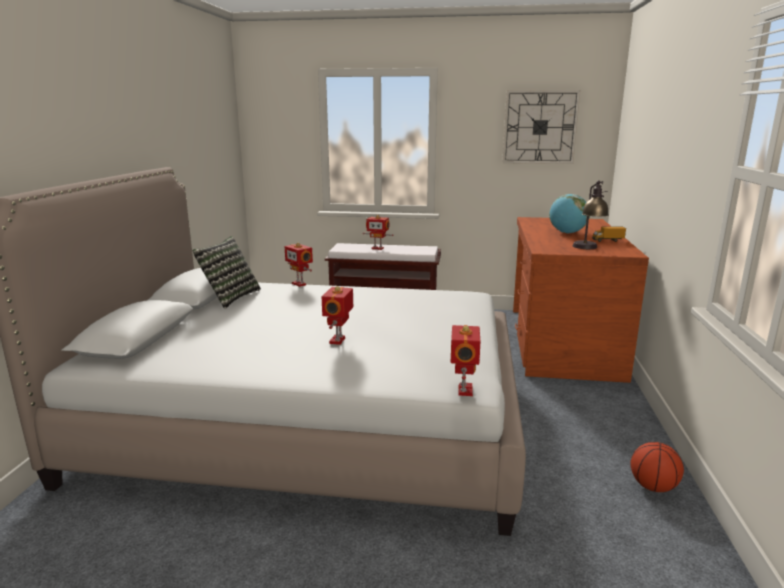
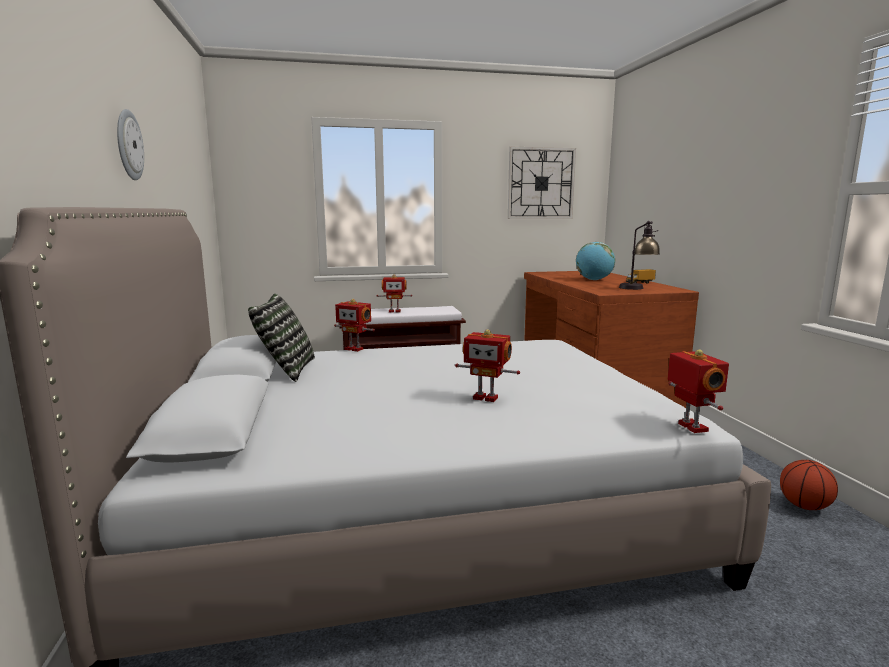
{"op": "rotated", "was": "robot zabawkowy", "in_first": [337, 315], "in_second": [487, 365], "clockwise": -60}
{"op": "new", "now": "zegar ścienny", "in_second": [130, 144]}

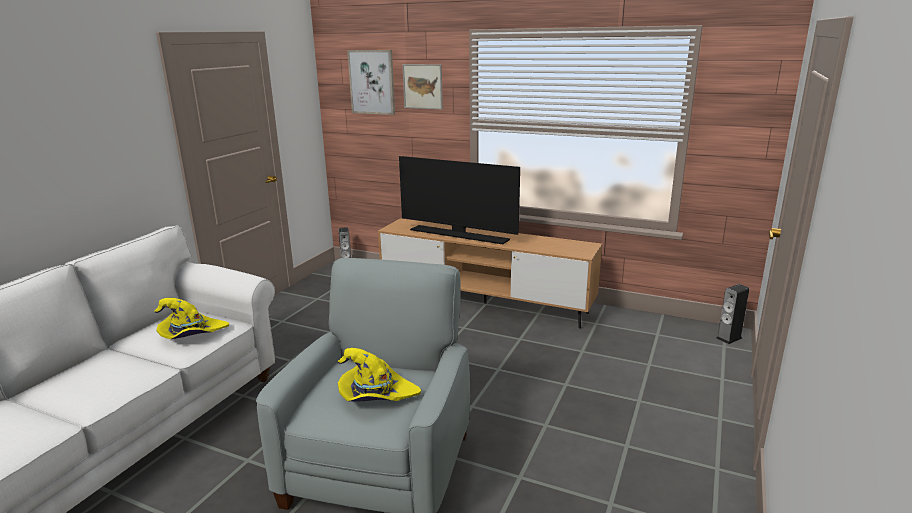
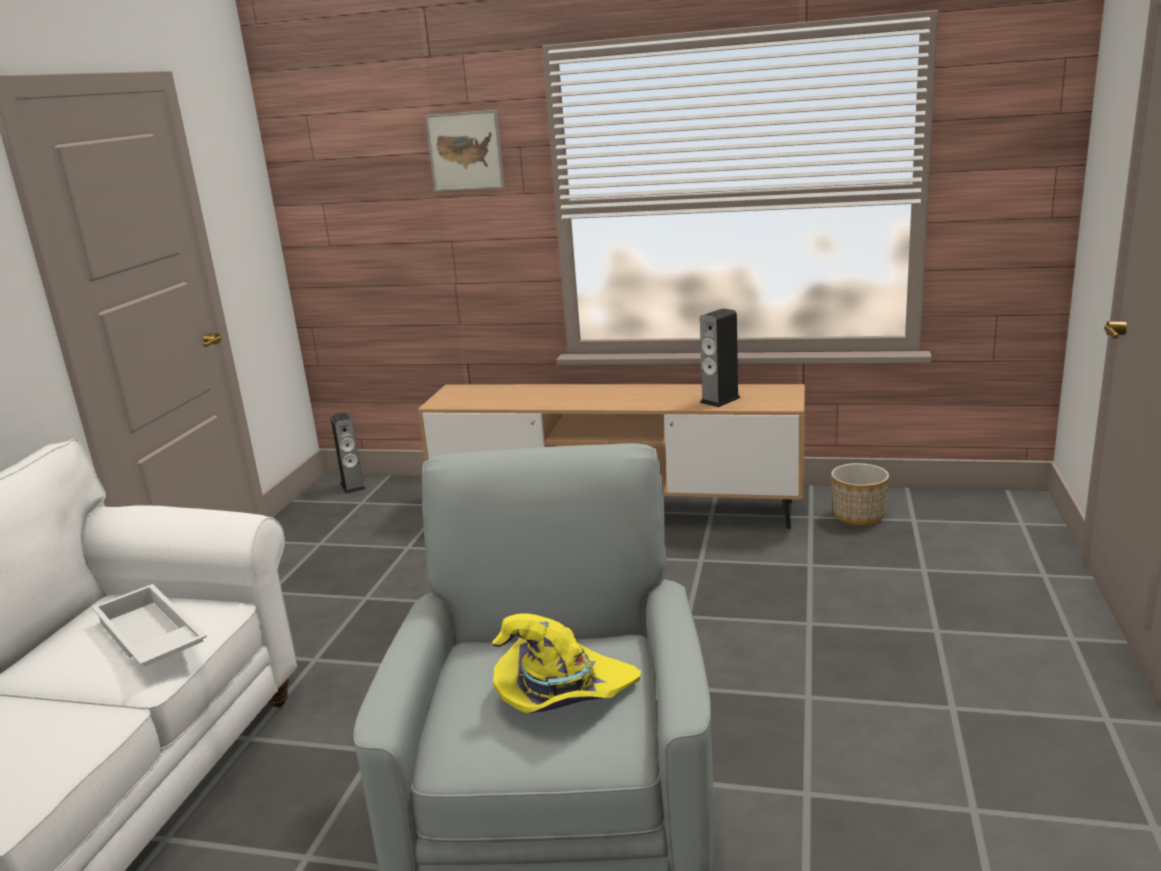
{"op": "gone", "was": "obraz", "in_first": [371, 82]}
{"op": "gone", "was": "telewizor", "in_first": [459, 200]}
{"op": "shifted", "was": "głośnik", "in_first": [732, 314], "in_second": [720, 357]}
{"op": "swapped", "was": "kapelusz/żółty", "now": "taca/biały", "in_first": [191, 318], "in_second": [149, 625]}
{"op": "new", "now": "donica", "in_second": [860, 494]}

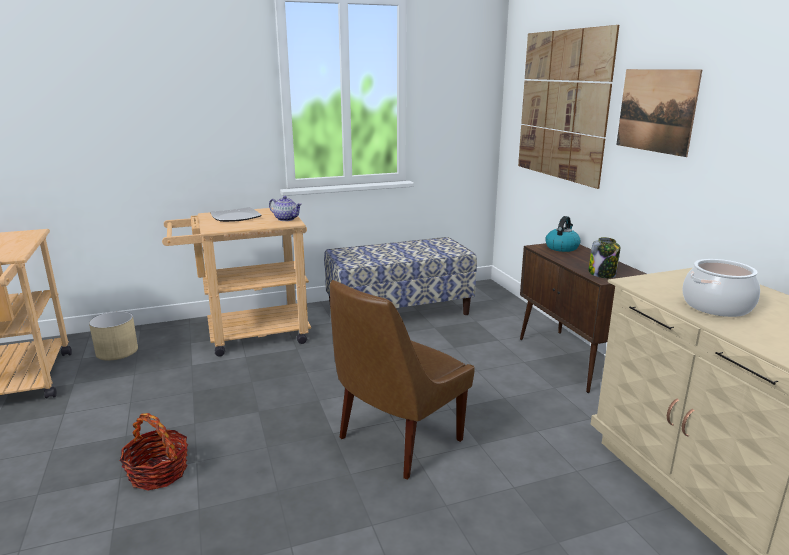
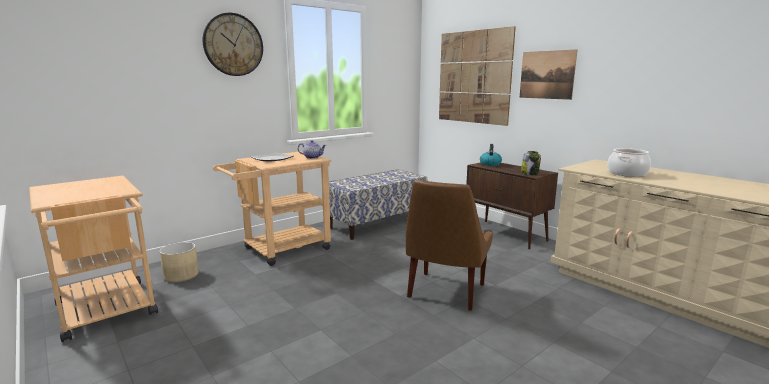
{"op": "gone", "was": "koszyk", "in_first": [154, 452]}
{"op": "new", "now": "zegar ścienny", "in_second": [233, 44]}

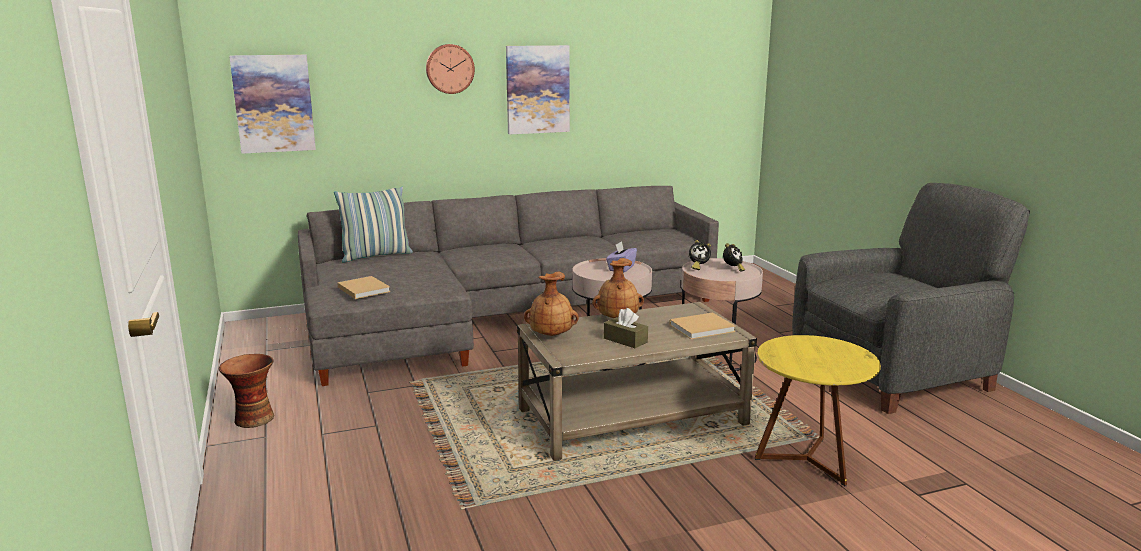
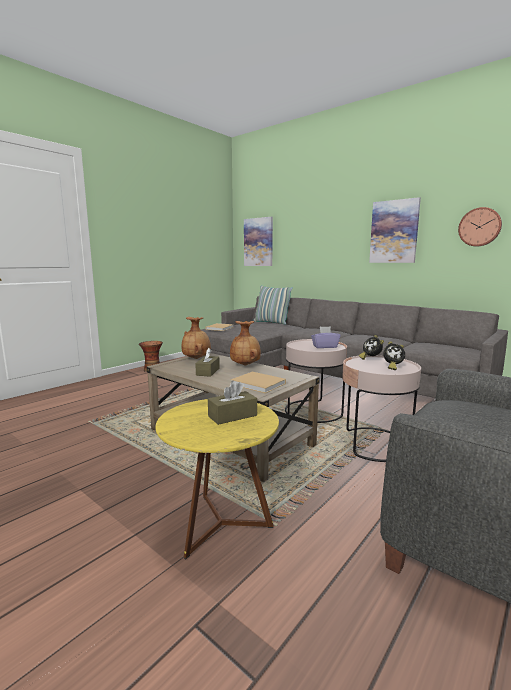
{"op": "shifted", "was": "zegar ścienny", "in_first": [450, 69], "in_second": [480, 226]}
{"op": "new", "now": "pudełko chusteczek/brązowy", "in_second": [232, 403]}

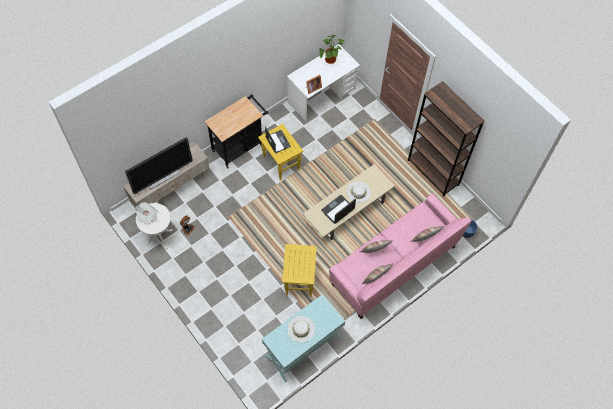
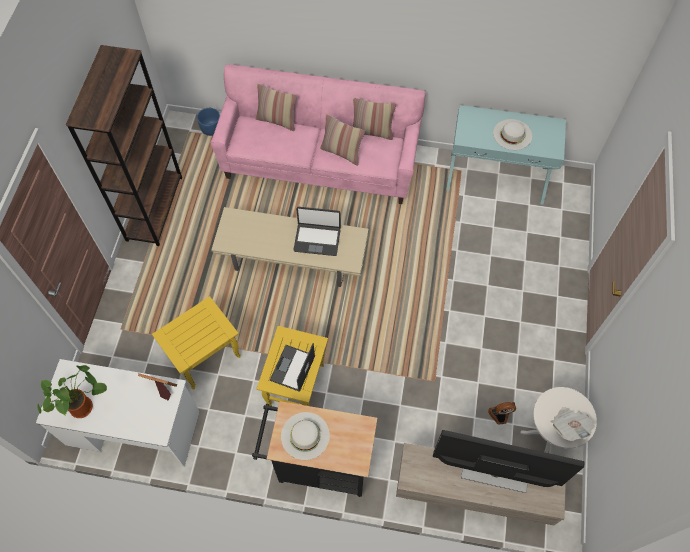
{"op": "shifted", "was": "kapelusz/biały", "in_first": [359, 192], "in_second": [305, 436]}
{"op": "shifted", "was": "stolik/żółty", "in_first": [299, 270], "in_second": [196, 343]}

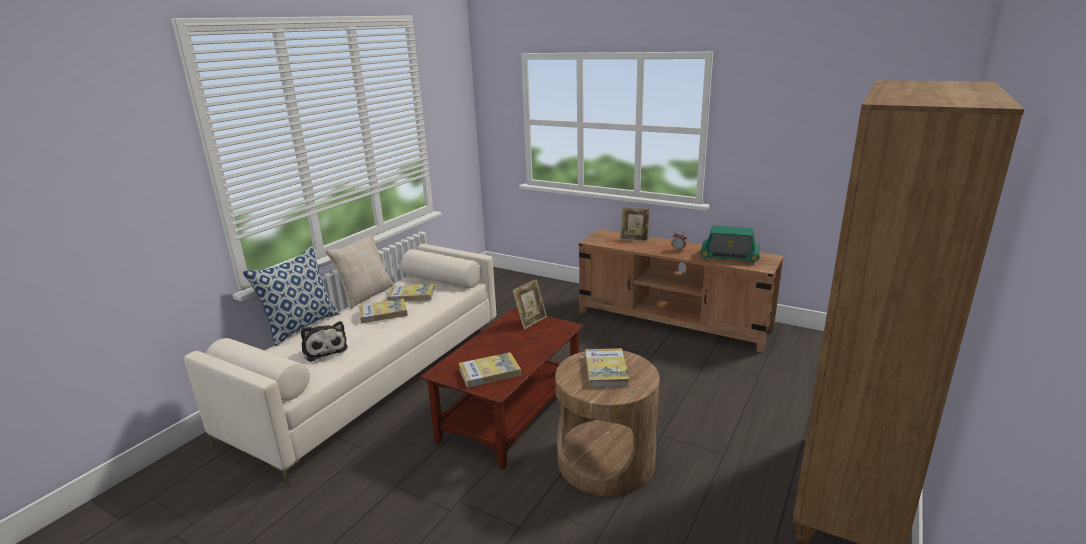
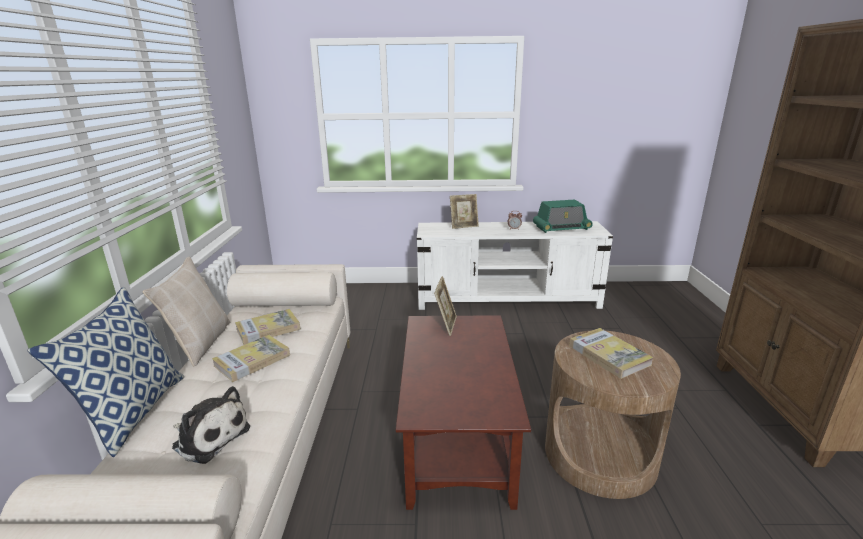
{"op": "repainted", "was": "szafka pod telewizor/brązowy", "now": "szafka pod telewizor/biały", "in_first": [681, 291], "in_second": [515, 265]}
{"op": "gone", "was": "książka", "in_first": [490, 370]}

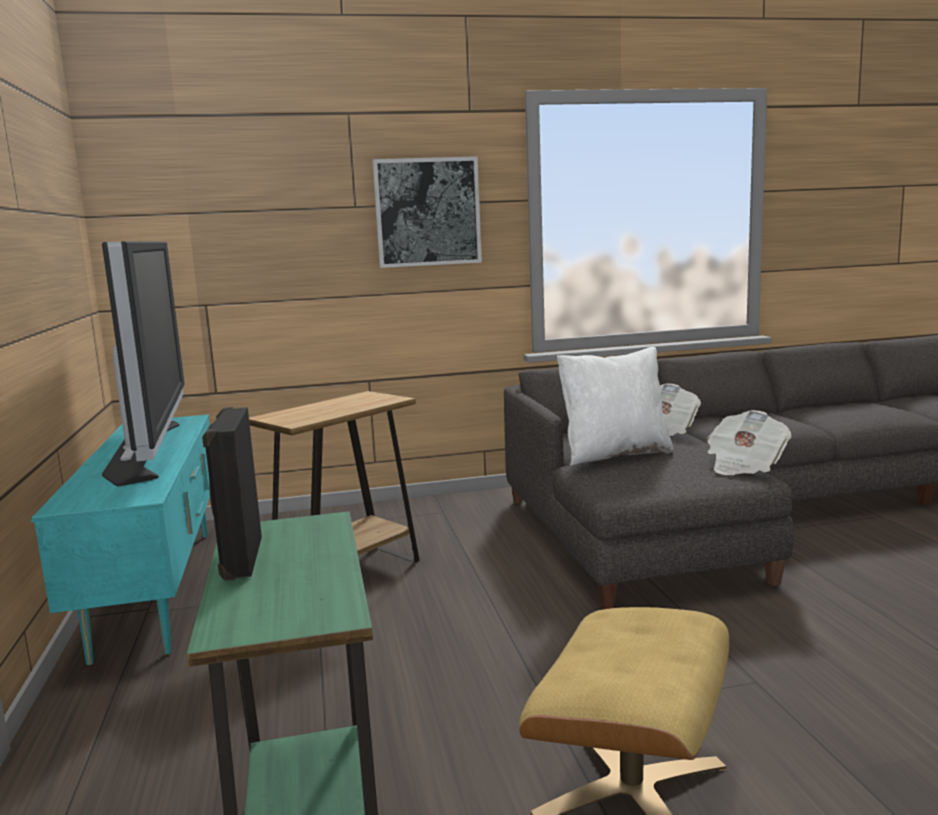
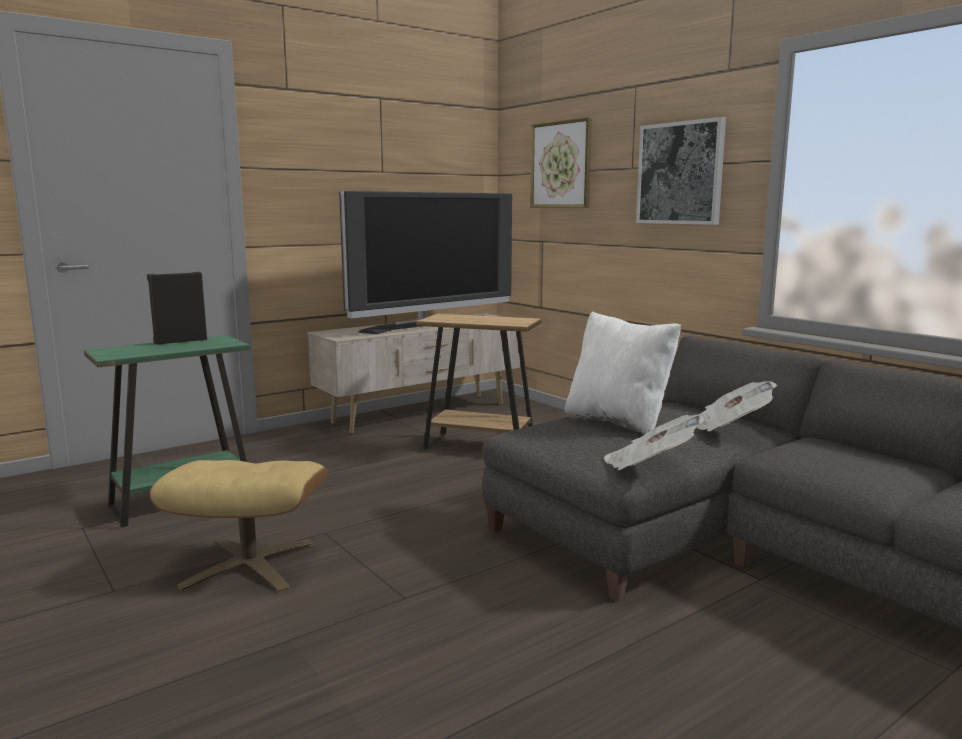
{"op": "repainted", "was": "szafka pod telewizor/turkusowy", "now": "szafka pod telewizor/beżowy", "in_first": [120, 539], "in_second": [413, 373]}
{"op": "new", "now": "obraz", "in_second": [561, 162]}

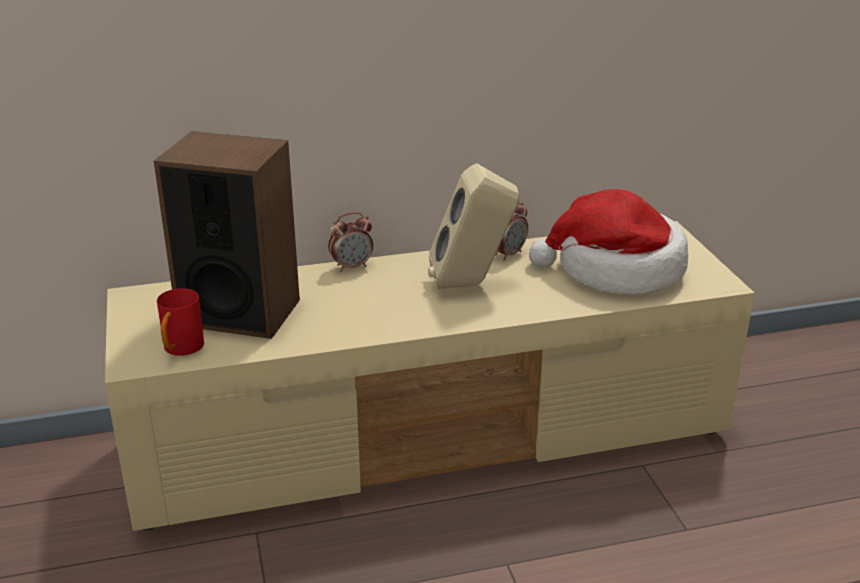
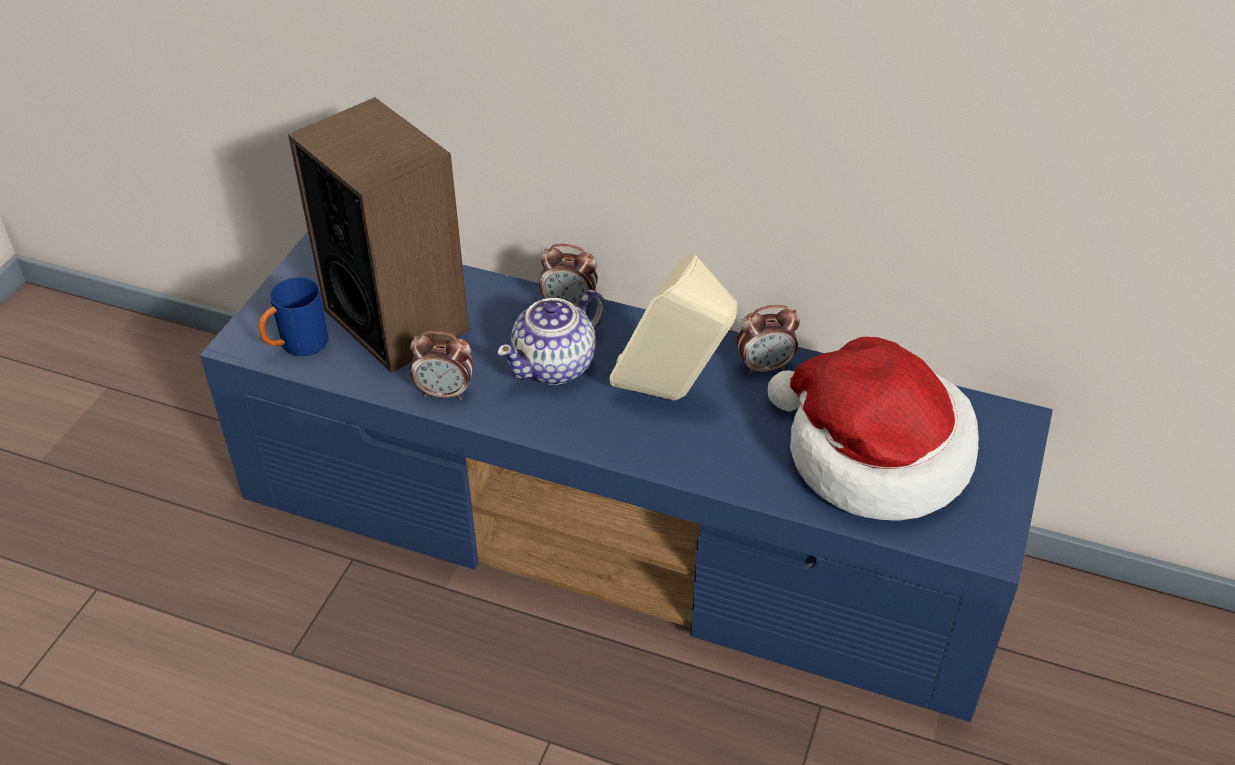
{"op": "repainted", "was": "szafka pod telewizor/beżowy", "now": "szafka pod telewizor/niebieski", "in_first": [430, 376], "in_second": [626, 476]}
{"op": "repainted", "was": "kubek/czerwony", "now": "kubek/niebieski", "in_first": [180, 322], "in_second": [293, 316]}
{"op": "new", "now": "imbryk", "in_second": [551, 337]}
{"op": "new", "now": "budzik", "in_second": [441, 365]}

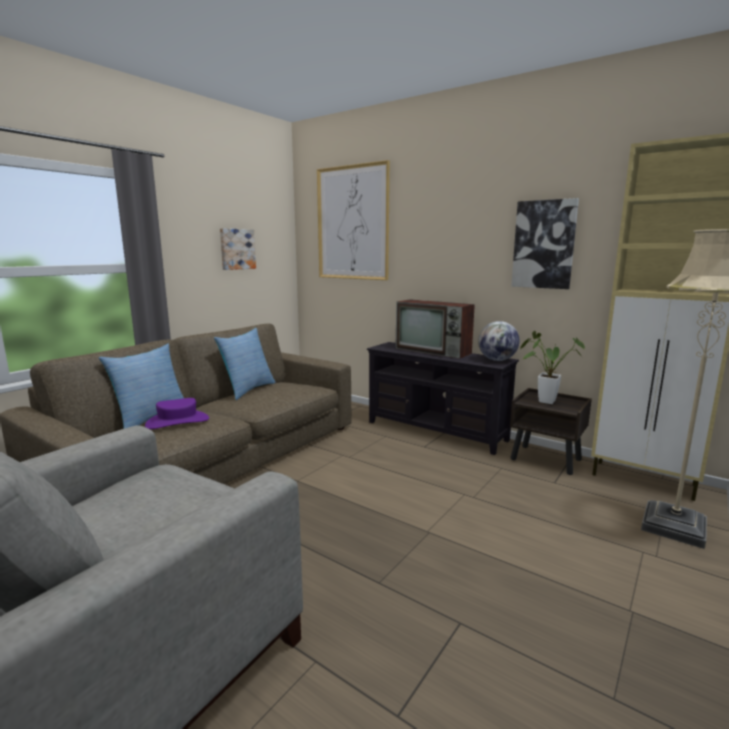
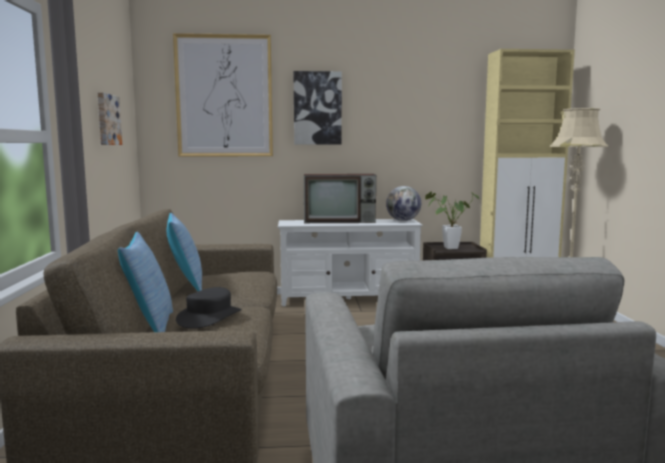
{"op": "shifted", "was": "obraz", "in_first": [545, 243], "in_second": [318, 107]}
{"op": "repainted", "was": "szafka pod telewizor/czarny", "now": "szafka pod telewizor/biały", "in_first": [443, 398], "in_second": [350, 262]}
{"op": "repainted", "was": "kapelusz/fioletowy", "now": "kapelusz/czarny", "in_first": [177, 413], "in_second": [209, 308]}

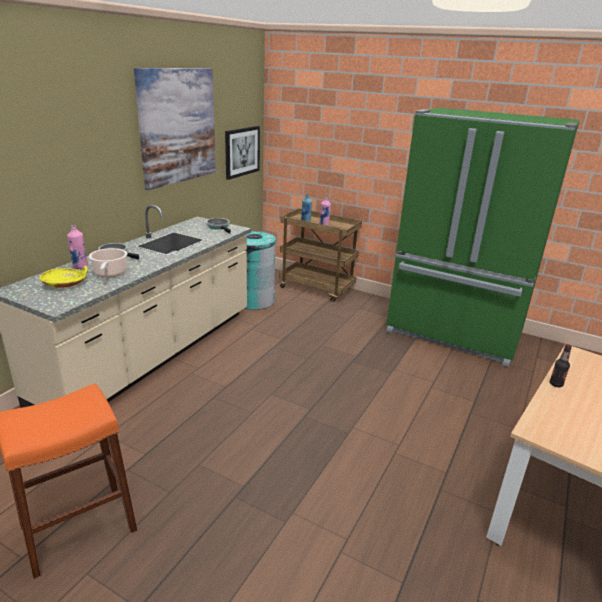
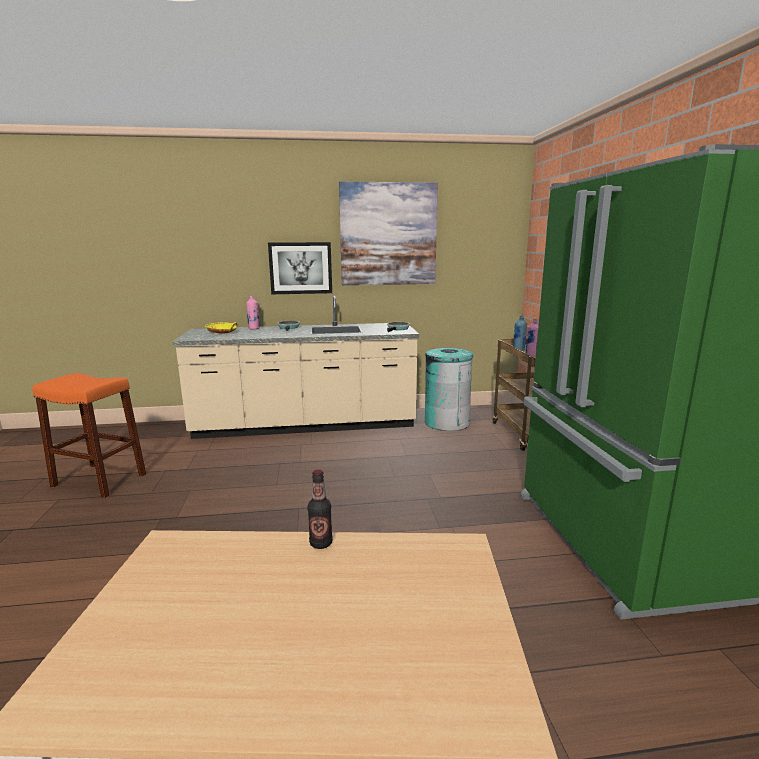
{"op": "shifted", "was": "obraz", "in_first": [242, 153], "in_second": [300, 268]}
{"op": "gone", "was": "garnek", "in_first": [108, 262]}

